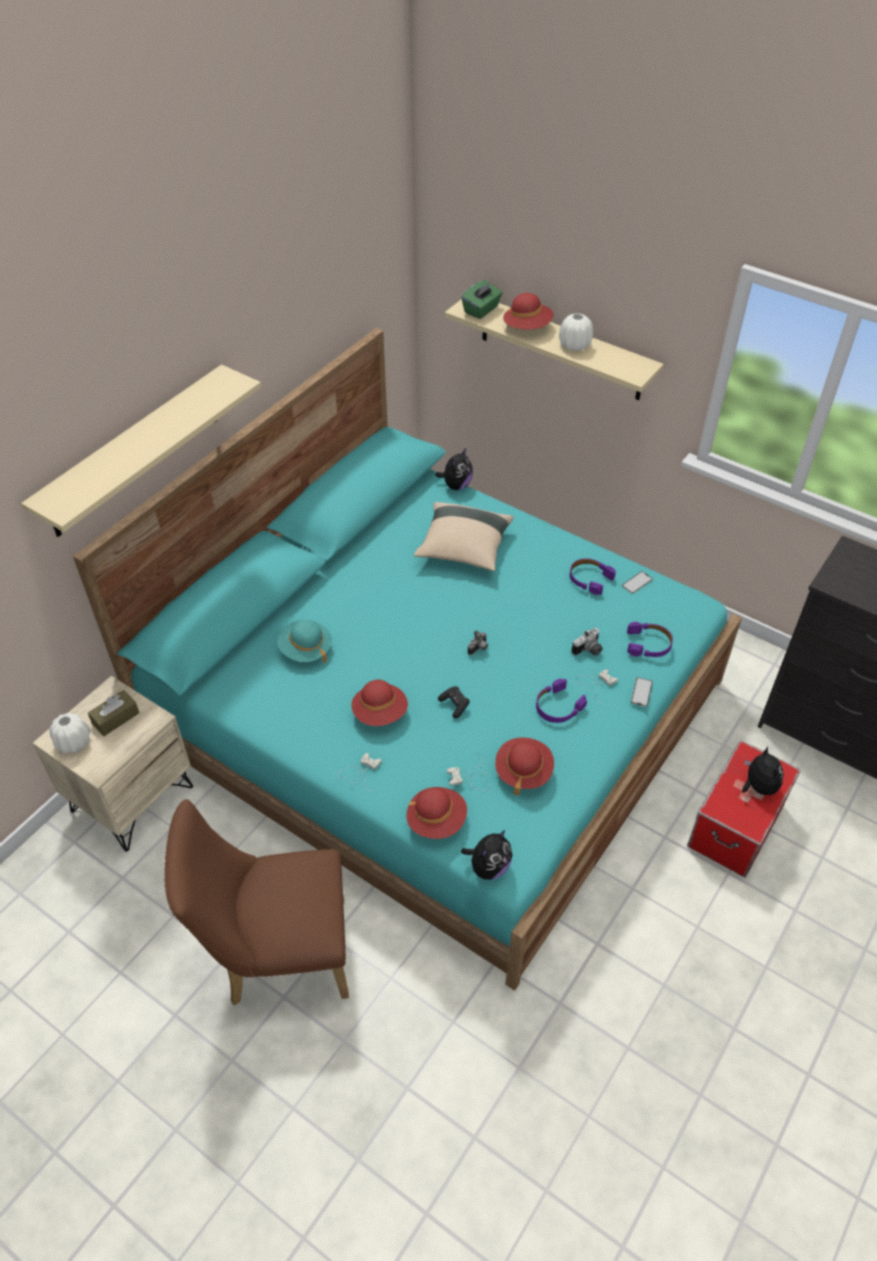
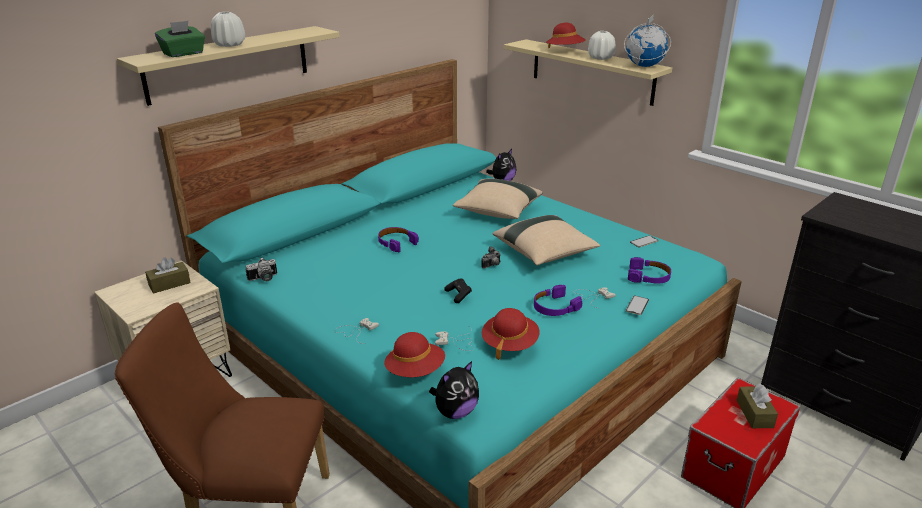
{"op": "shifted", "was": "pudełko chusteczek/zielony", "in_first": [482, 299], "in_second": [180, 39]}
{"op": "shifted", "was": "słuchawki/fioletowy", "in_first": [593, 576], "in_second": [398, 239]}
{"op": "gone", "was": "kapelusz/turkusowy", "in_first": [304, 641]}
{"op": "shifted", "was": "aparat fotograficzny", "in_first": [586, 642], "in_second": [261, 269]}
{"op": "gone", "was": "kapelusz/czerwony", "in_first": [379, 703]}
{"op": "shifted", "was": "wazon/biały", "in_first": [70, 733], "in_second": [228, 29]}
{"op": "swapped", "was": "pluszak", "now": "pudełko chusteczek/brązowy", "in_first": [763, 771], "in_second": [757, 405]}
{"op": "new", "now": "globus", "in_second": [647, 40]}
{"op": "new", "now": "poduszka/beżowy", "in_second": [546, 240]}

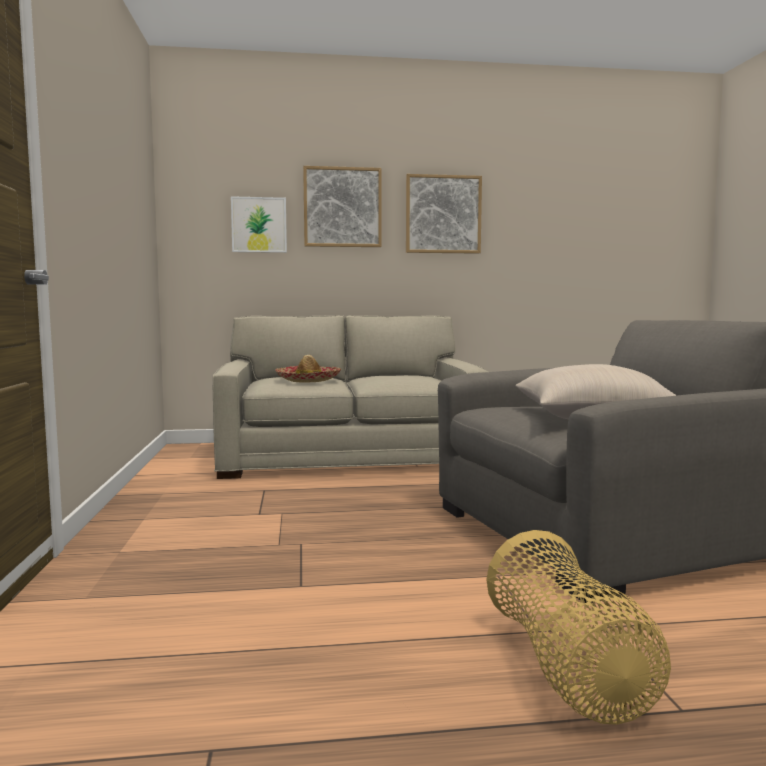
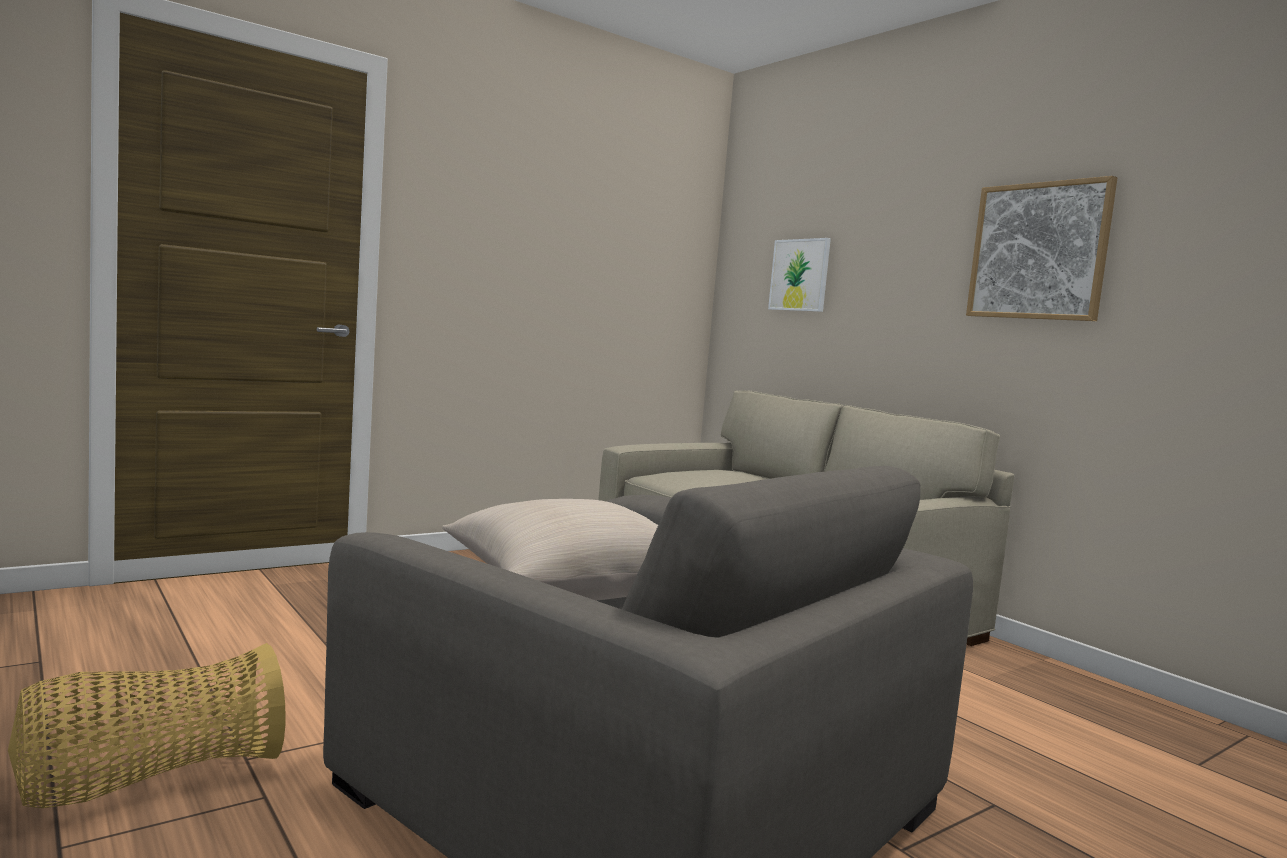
{"op": "gone", "was": "obraz", "in_first": [342, 206]}
{"op": "gone", "was": "kapelusz", "in_first": [308, 369]}

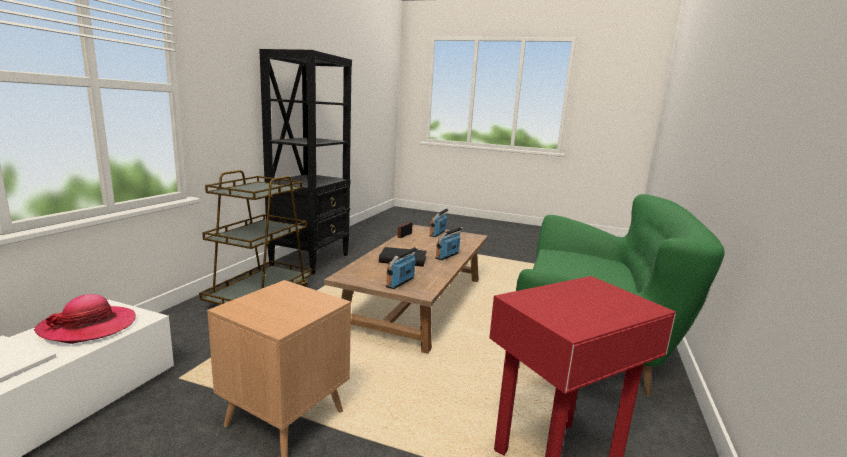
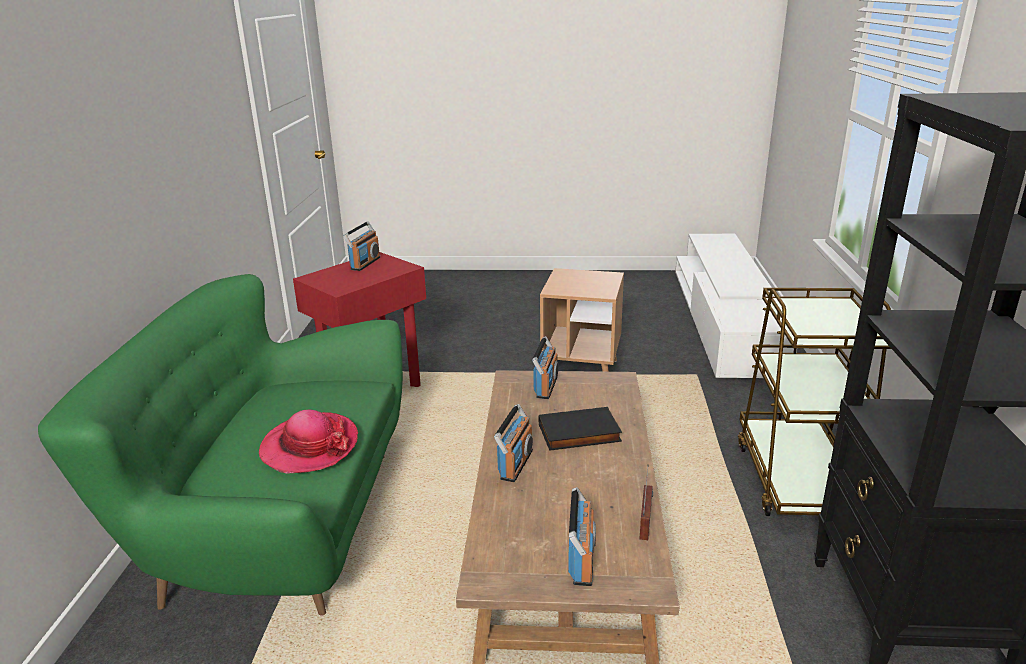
{"op": "shifted", "was": "kapelusz", "in_first": [85, 319], "in_second": [308, 441]}
{"op": "new", "now": "radio", "in_second": [361, 246]}

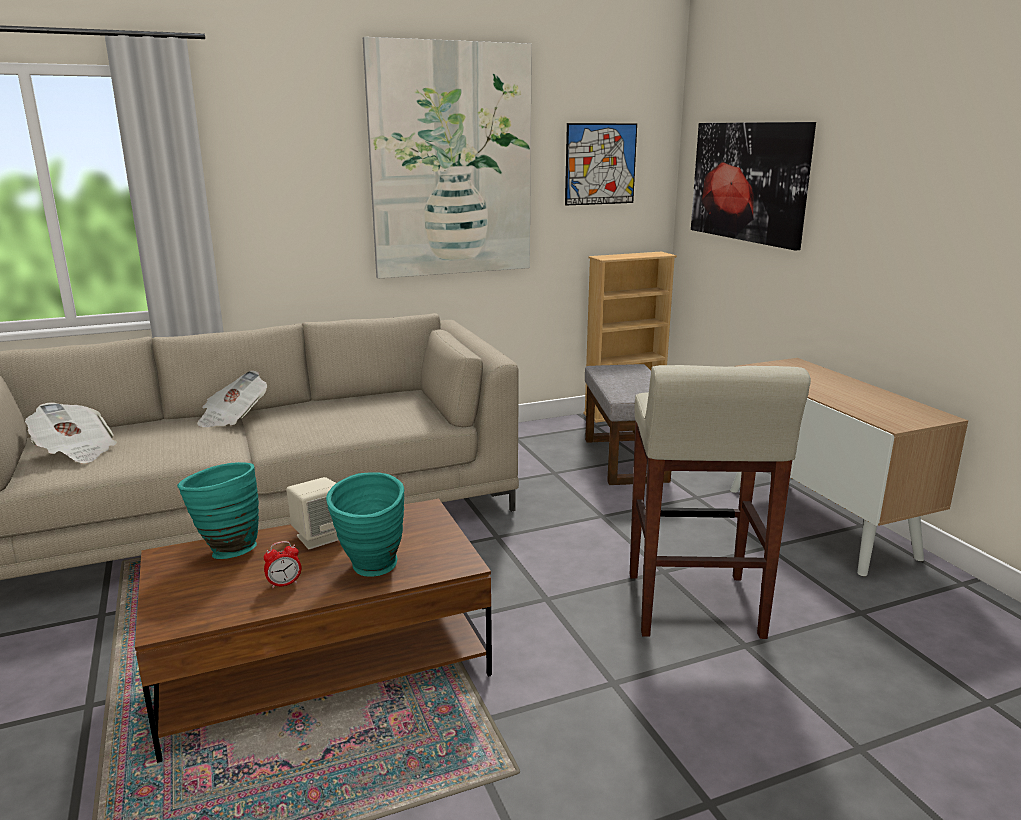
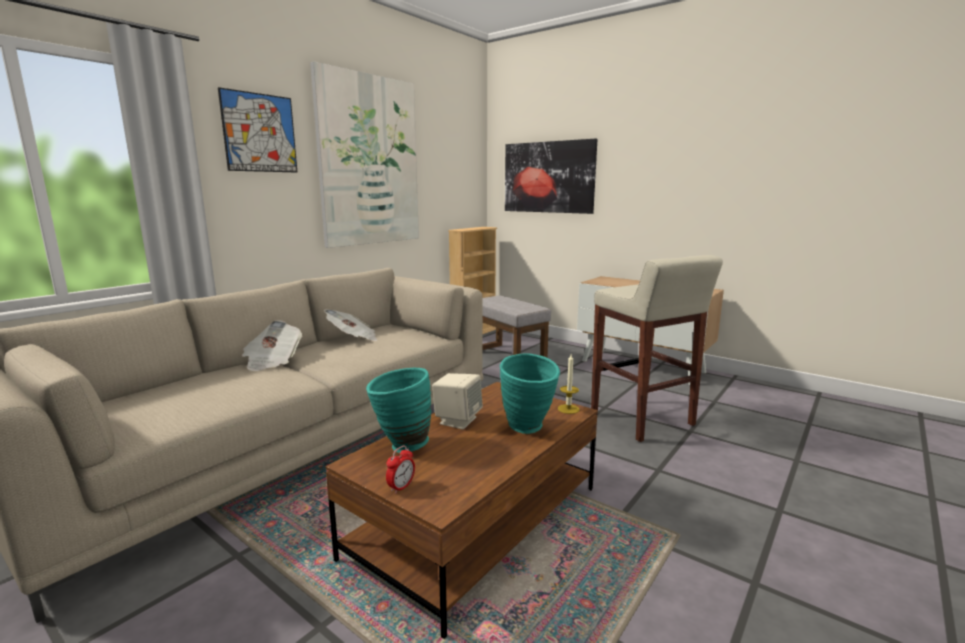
{"op": "shifted", "was": "obraz", "in_first": [601, 164], "in_second": [257, 130]}
{"op": "shifted", "was": "gazeta", "in_first": [71, 432], "in_second": [350, 325]}
{"op": "shifted", "was": "budzik", "in_first": [282, 564], "in_second": [400, 470]}
{"op": "new", "now": "świeca", "in_second": [569, 384]}

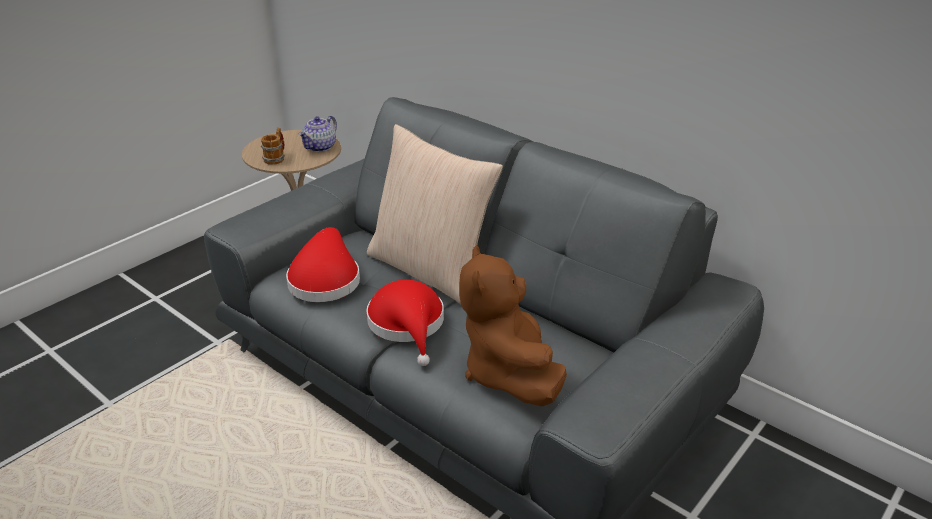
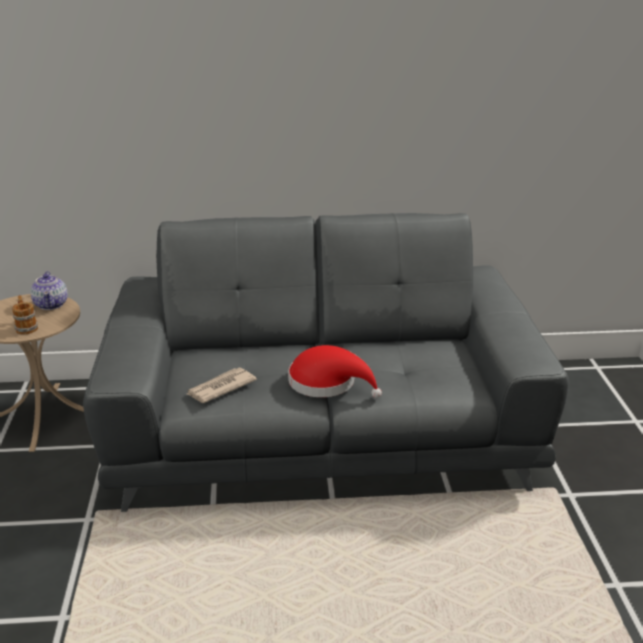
{"op": "gone", "was": "poduszka/beżowy", "in_first": [435, 214]}
{"op": "swapped", "was": "kapelusz/czerwony", "now": "gazeta", "in_first": [323, 264], "in_second": [222, 385]}
{"op": "gone", "was": "pluszak/brązowy", "in_first": [513, 325]}

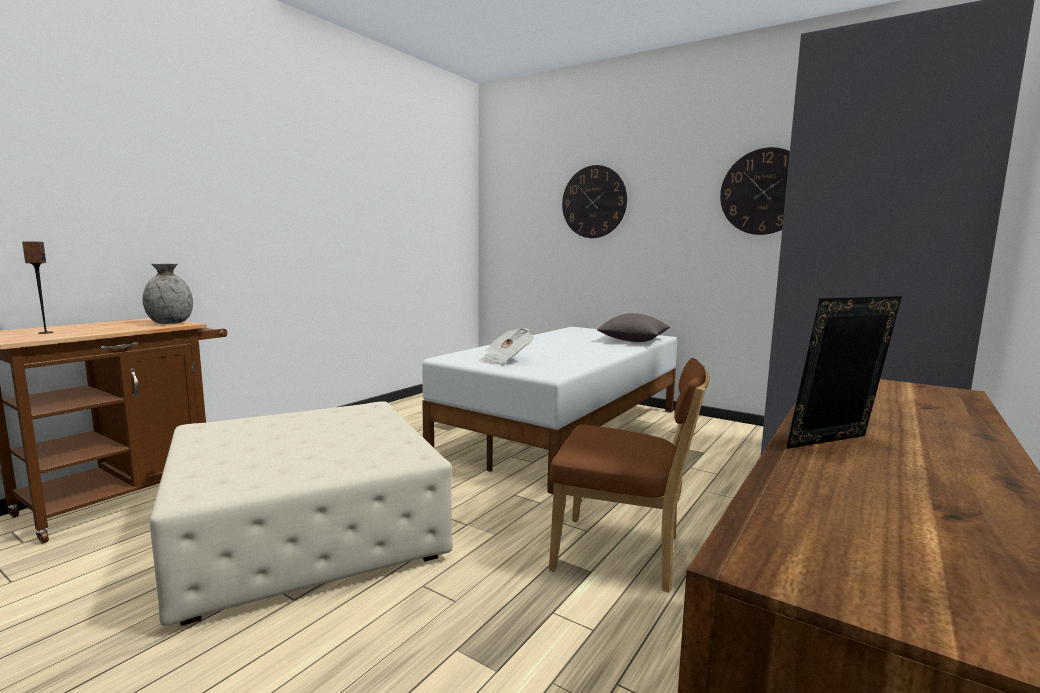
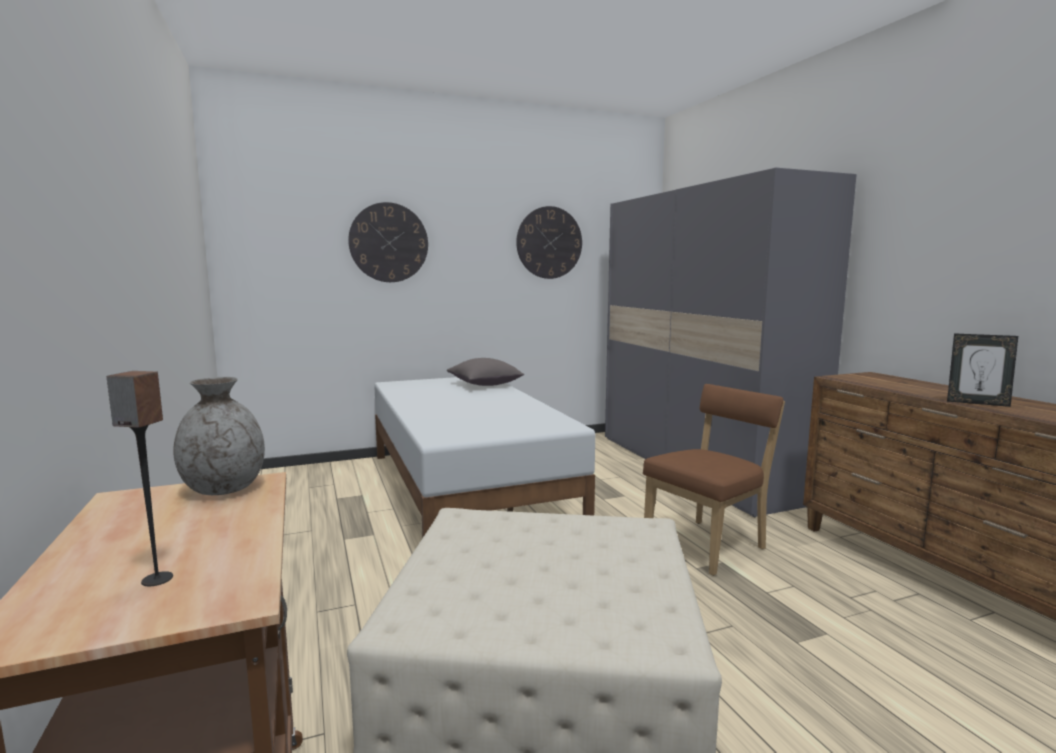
{"op": "rotated", "was": "ramka na zdjęcie", "in_first": [844, 372], "in_second": [982, 370], "clockwise": -75}
{"op": "gone", "was": "gazeta", "in_first": [506, 345]}

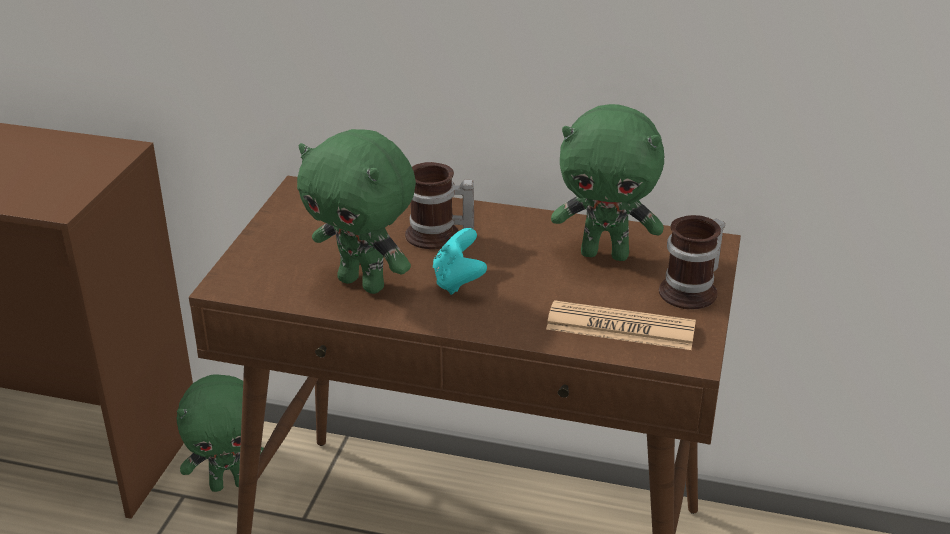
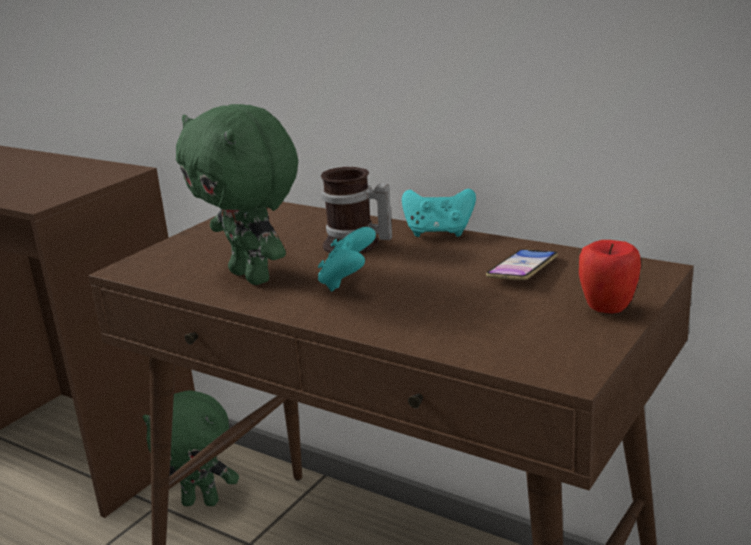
{"op": "swapped", "was": "pluszak/zielony", "now": "telefon", "in_first": [607, 182], "in_second": [522, 264]}
{"op": "swapped", "was": "kubek", "now": "jabłko", "in_first": [692, 262], "in_second": [610, 276]}
{"op": "gone", "was": "gazeta", "in_first": [621, 325]}
{"op": "new", "now": "pad do gier/turkusowy", "in_second": [439, 213]}

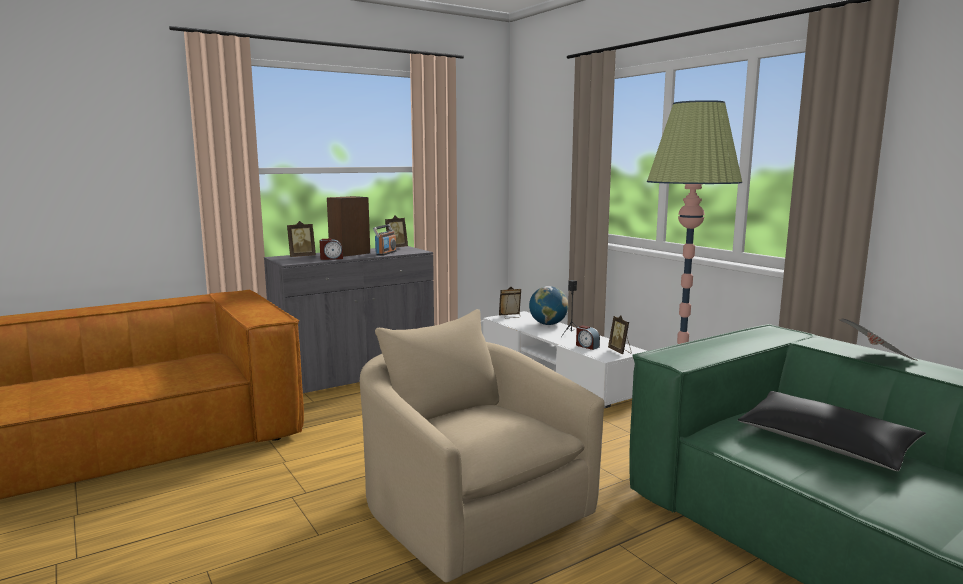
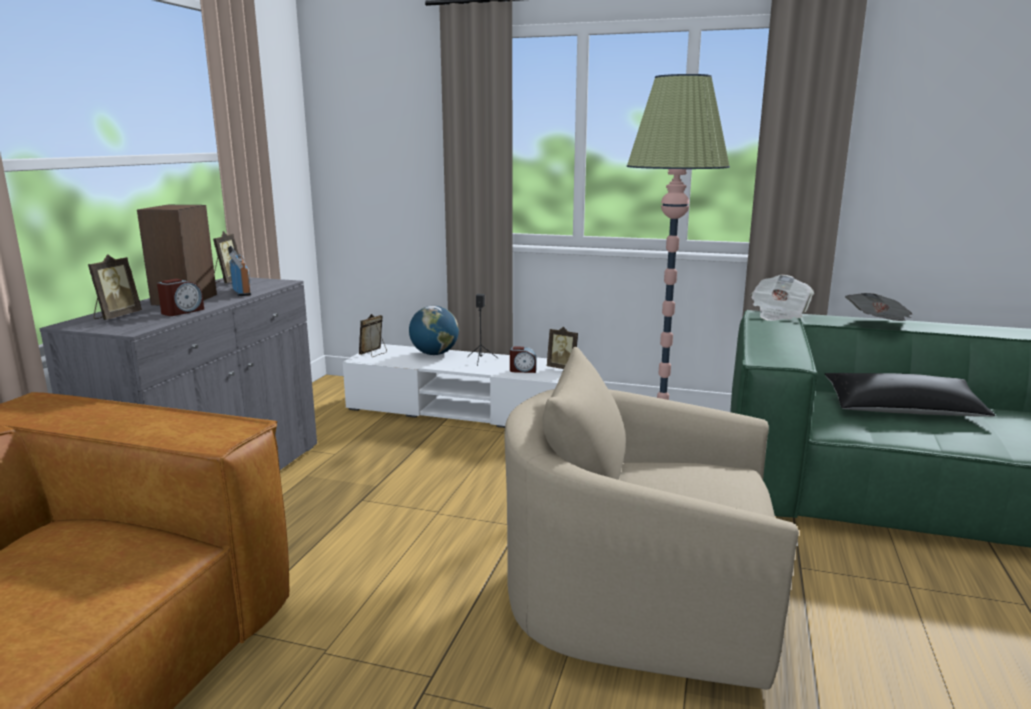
{"op": "new", "now": "gazeta", "in_second": [782, 298]}

